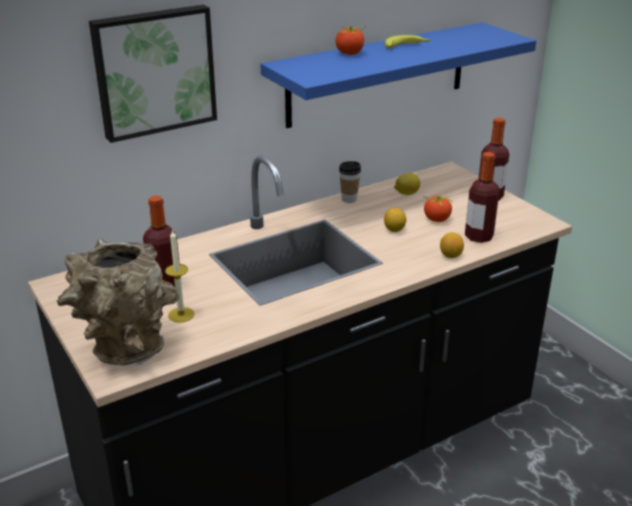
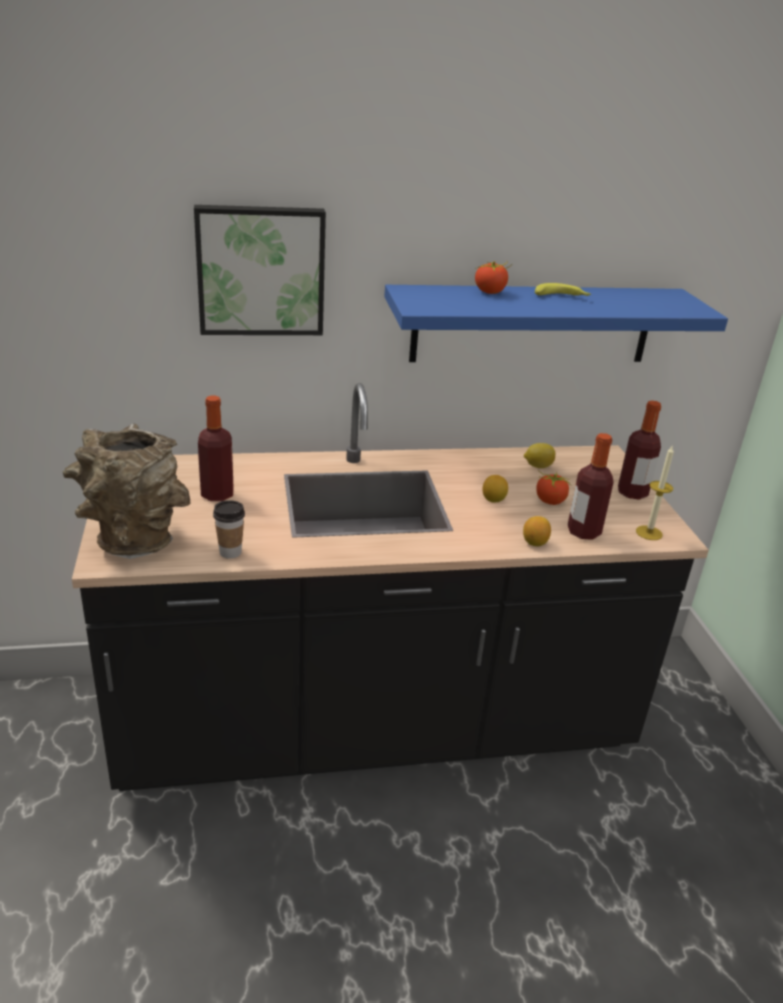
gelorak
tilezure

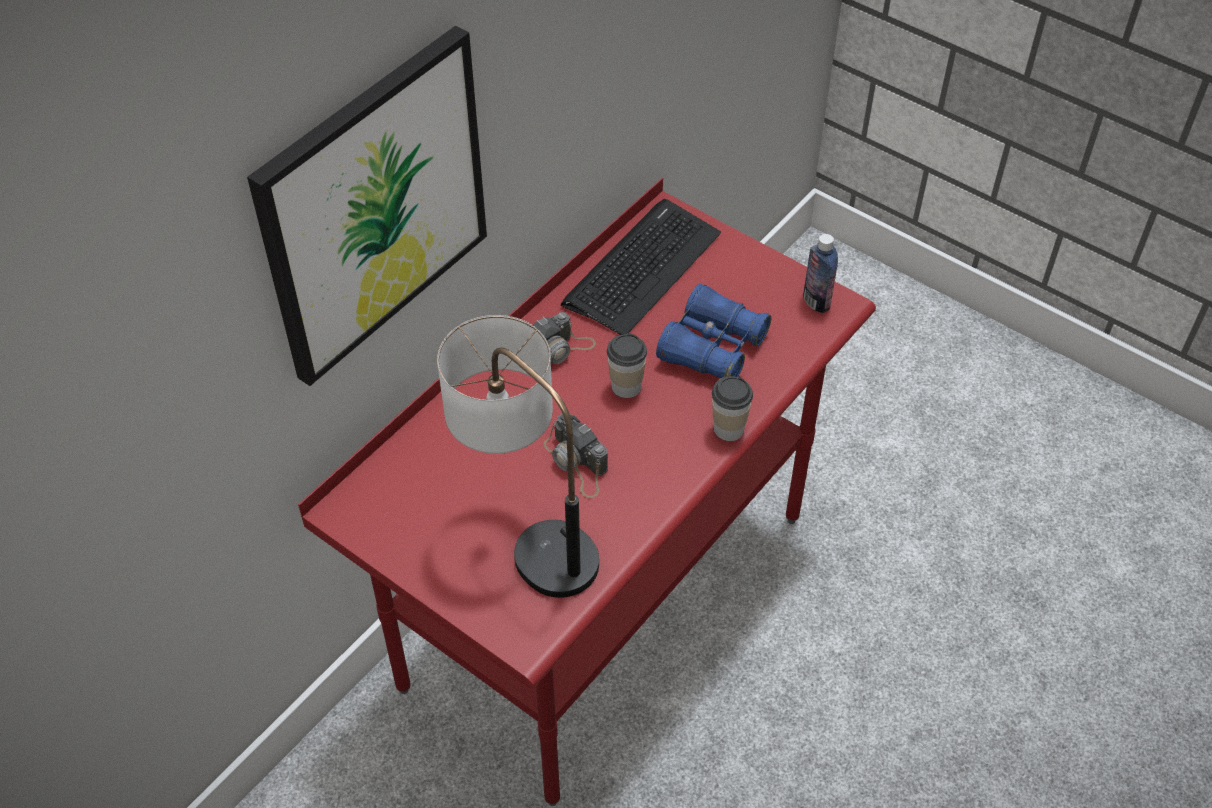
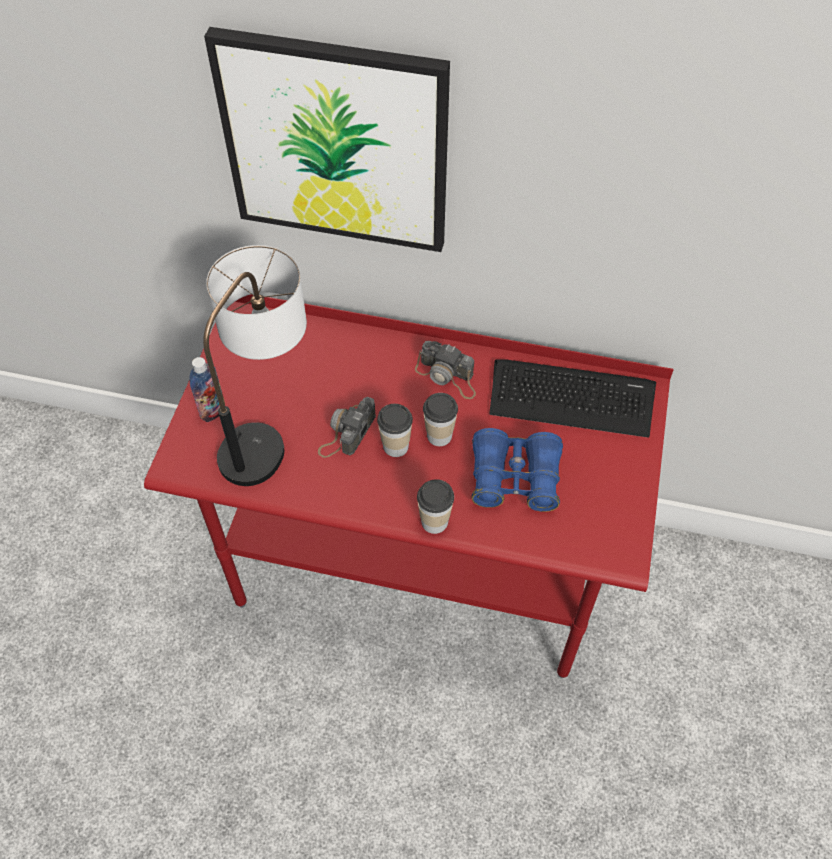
tilezure (no. 1 from left)
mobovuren

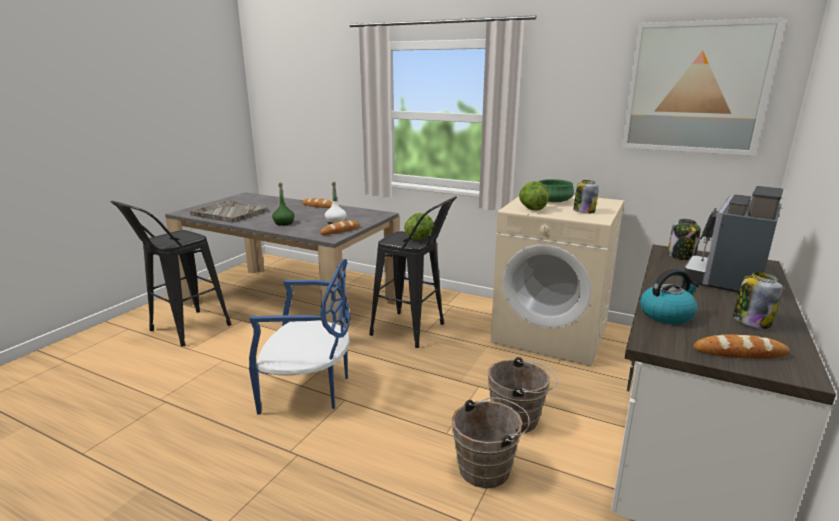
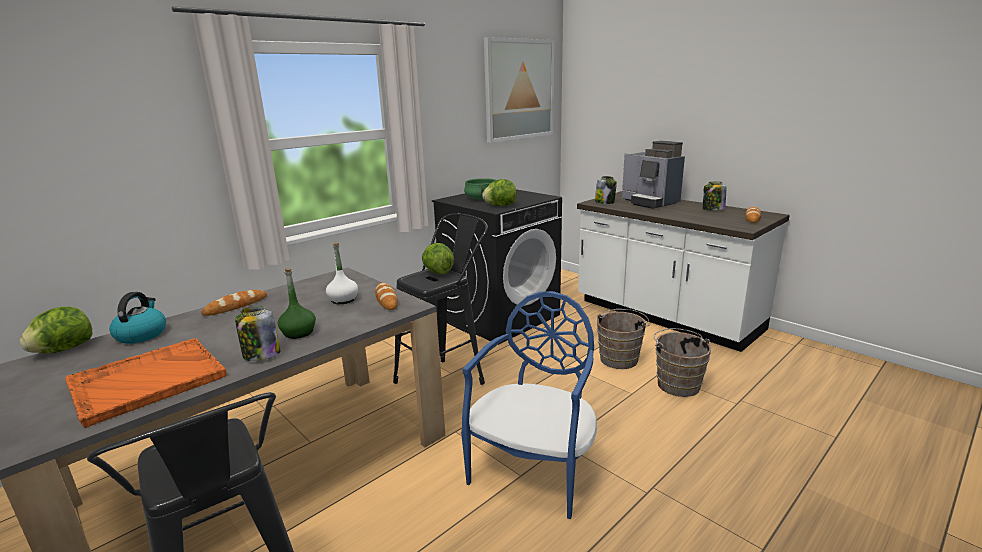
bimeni (no. 1 from left)
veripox (no. 1 from left)
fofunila
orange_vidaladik
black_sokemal

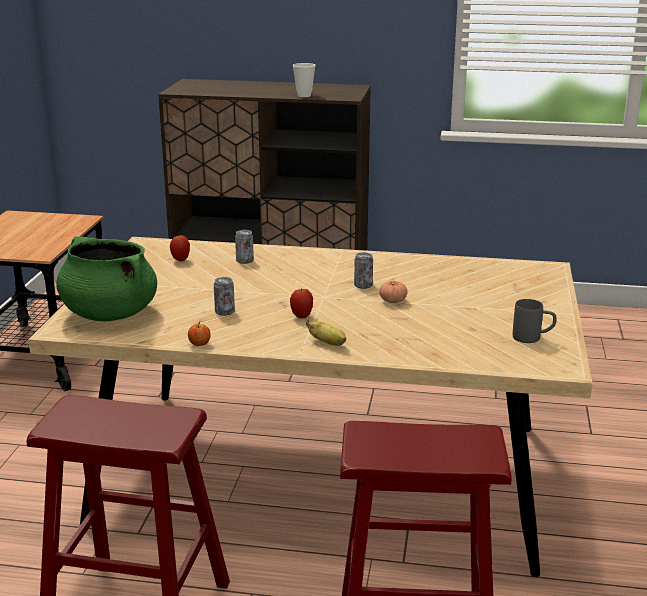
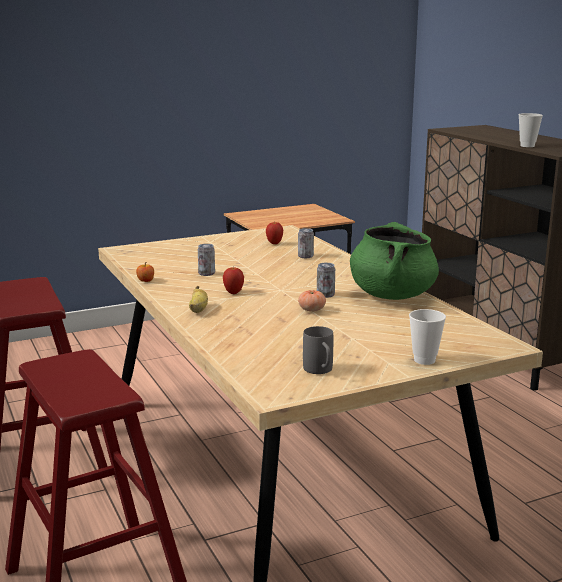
tilezure (no. 1 from left)
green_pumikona

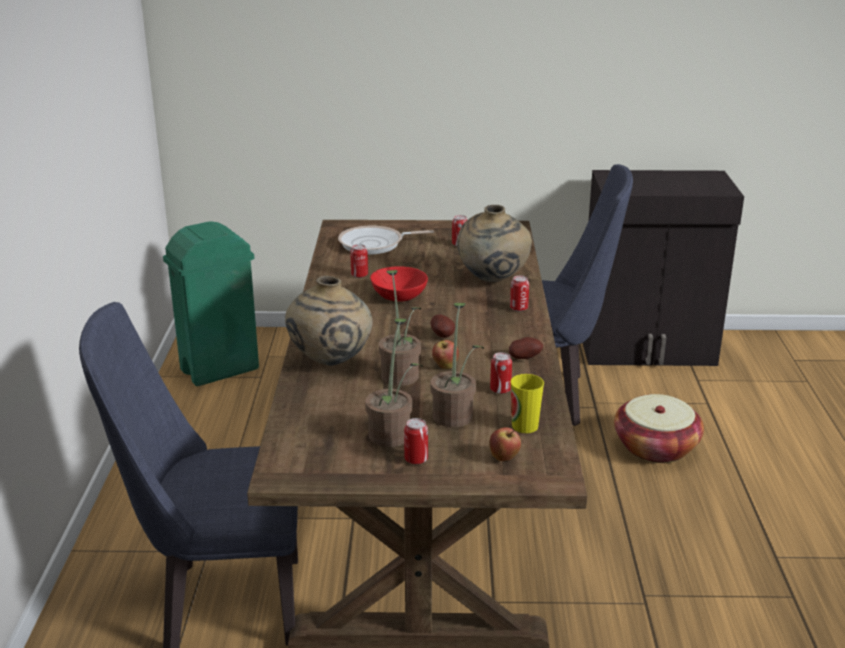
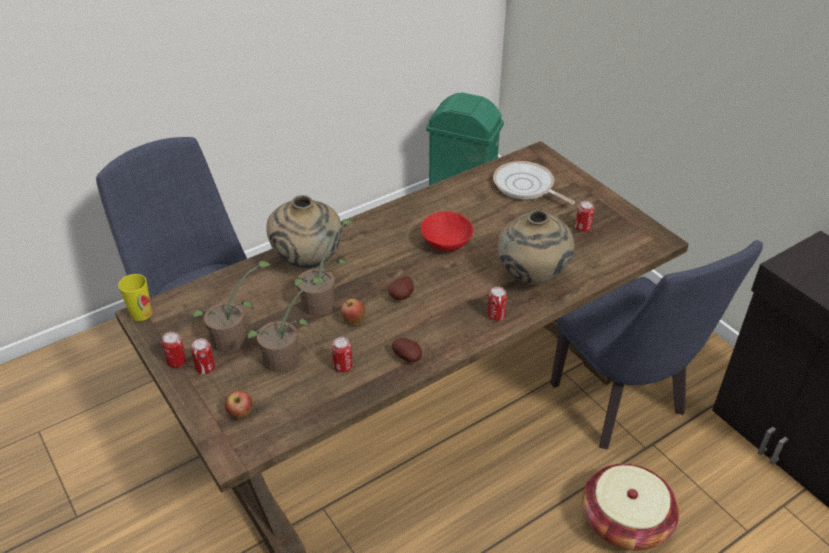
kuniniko (no. 1 from left)
tilezure

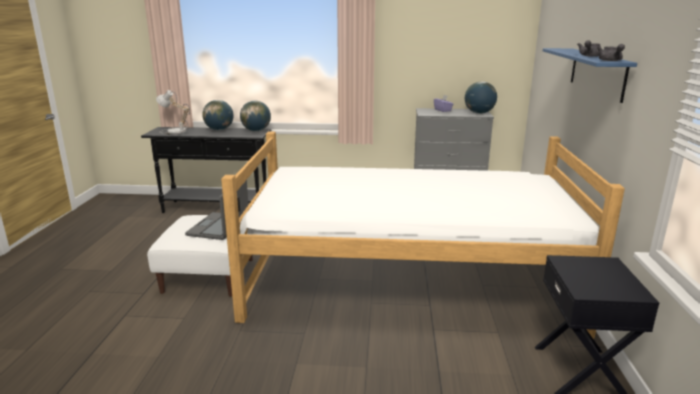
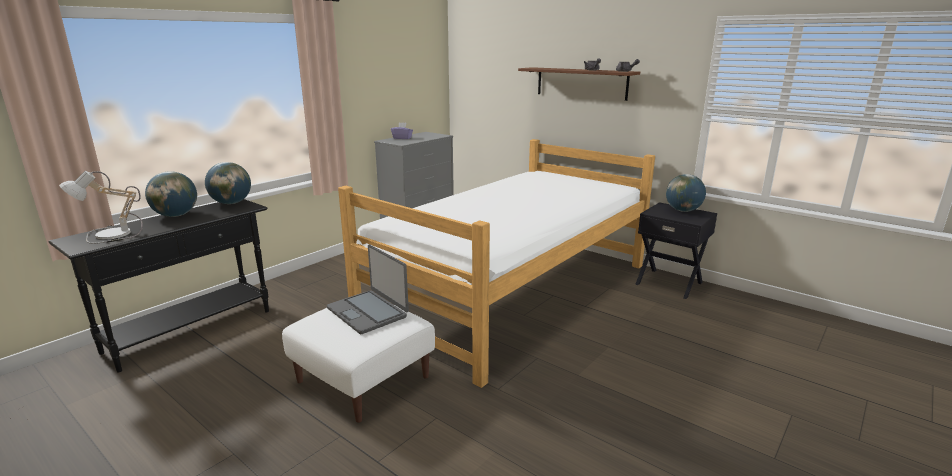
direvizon (no. 3 from left)
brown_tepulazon

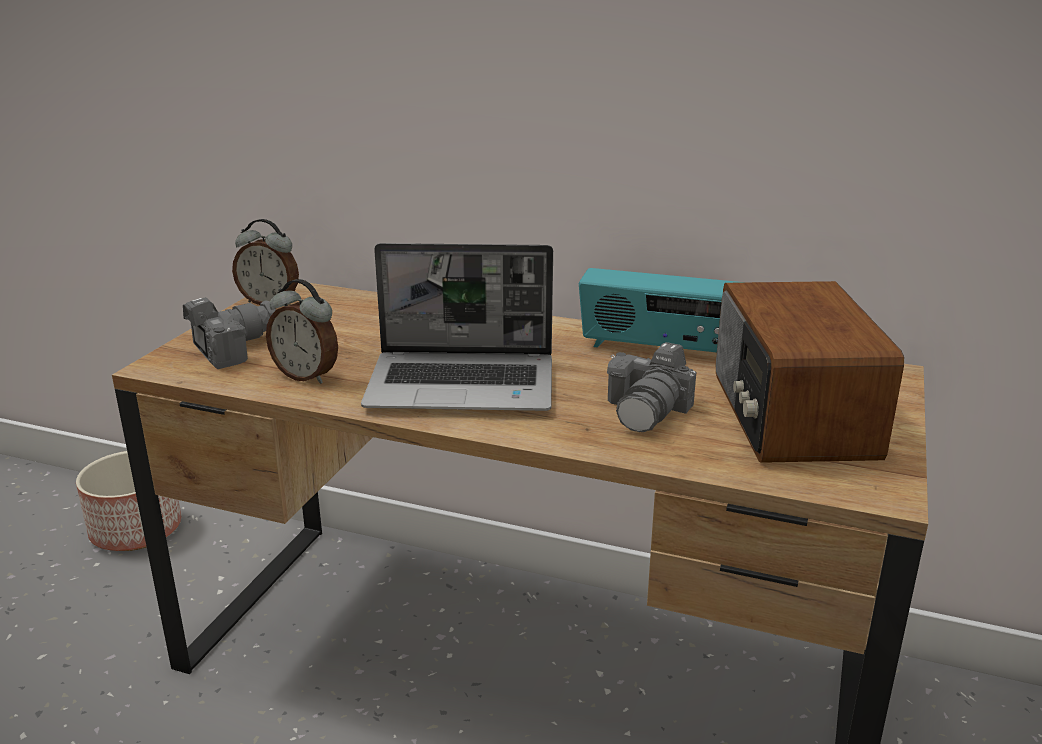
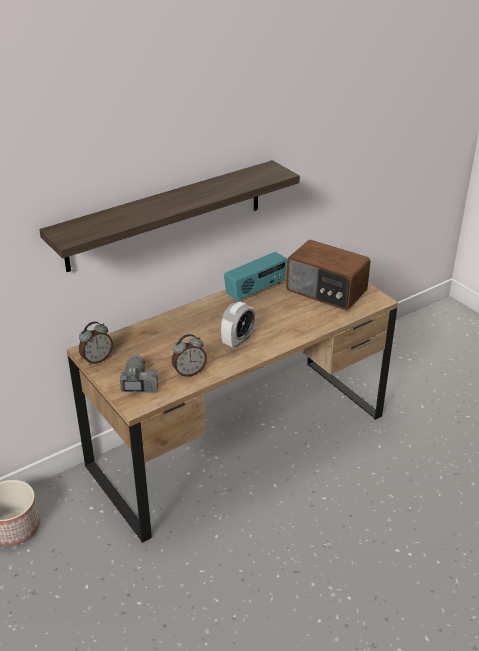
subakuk (no. 2 from left in the first image)
tepulazon
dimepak (no. 3 from left)

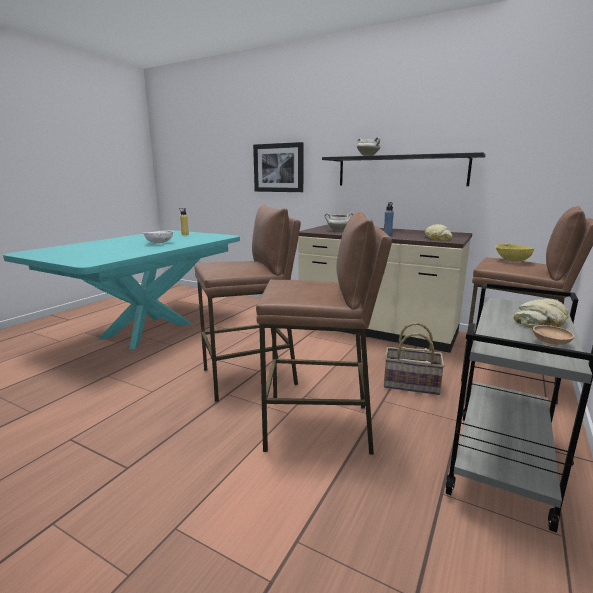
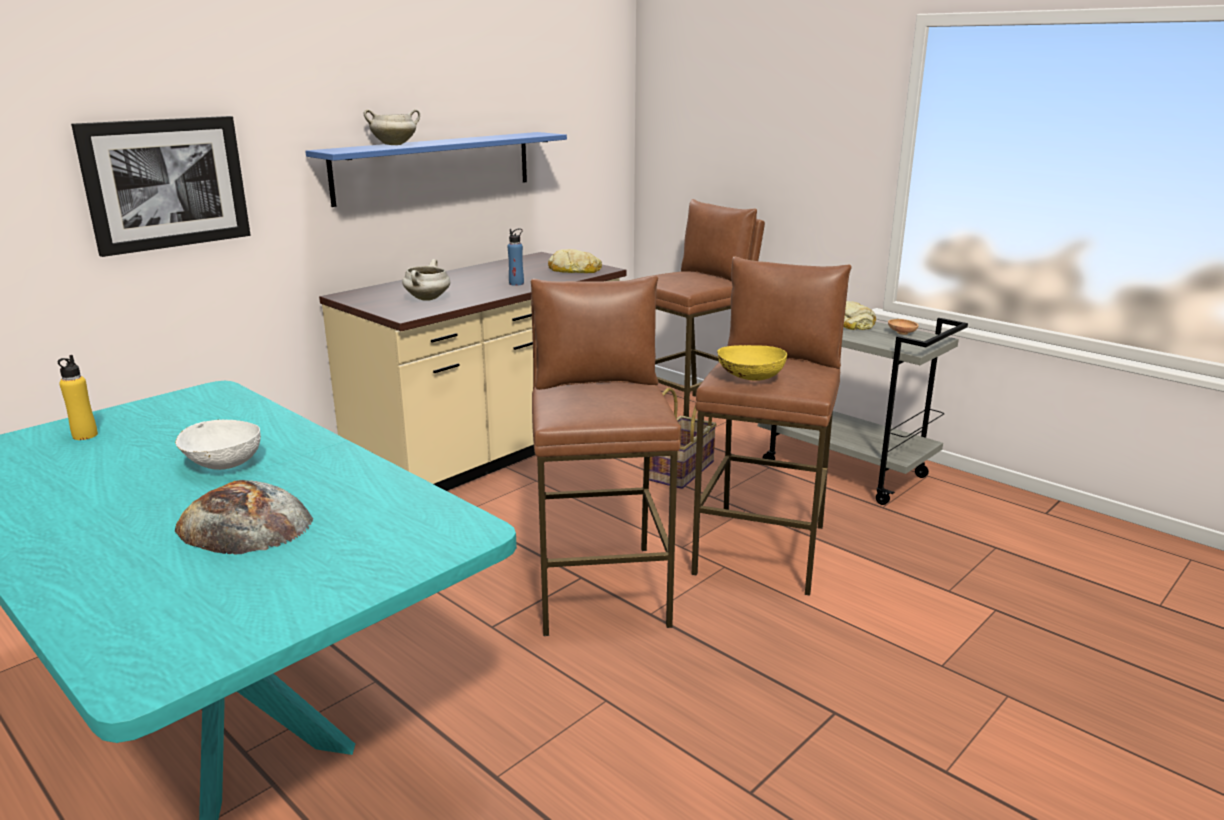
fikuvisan (no. 1 from left)
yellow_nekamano
blue_tepulazon

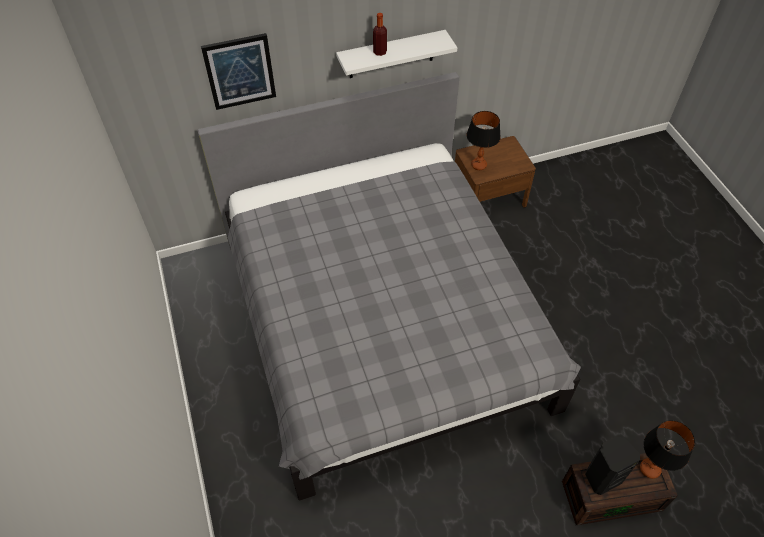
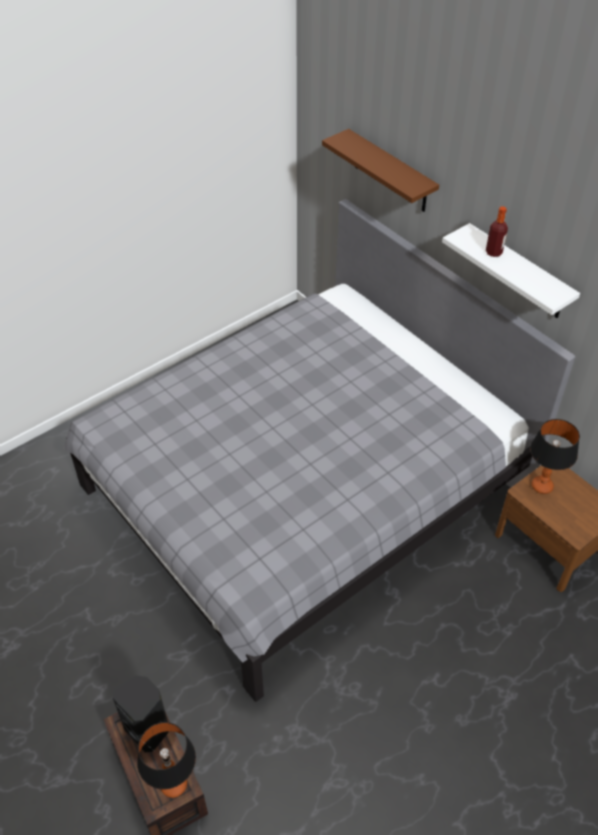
brown_tepulazon

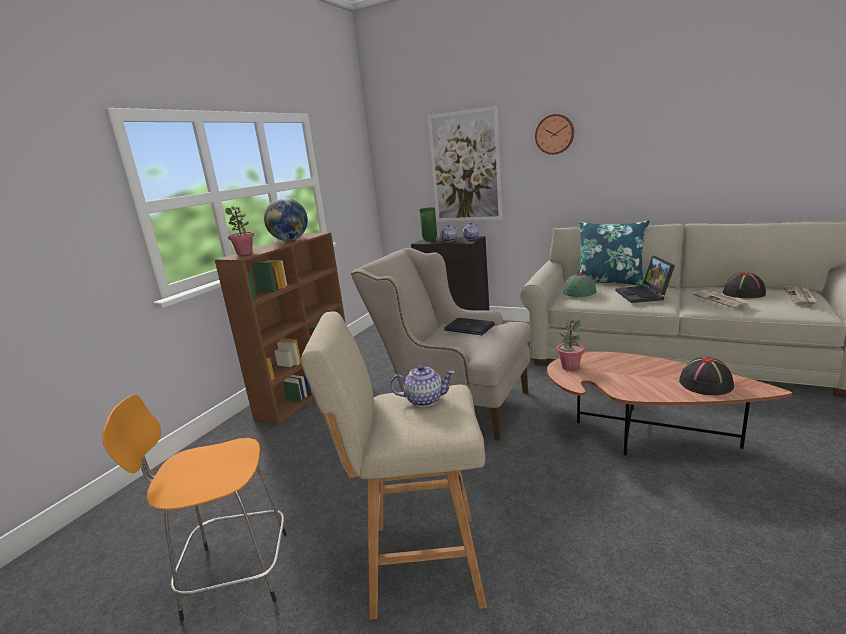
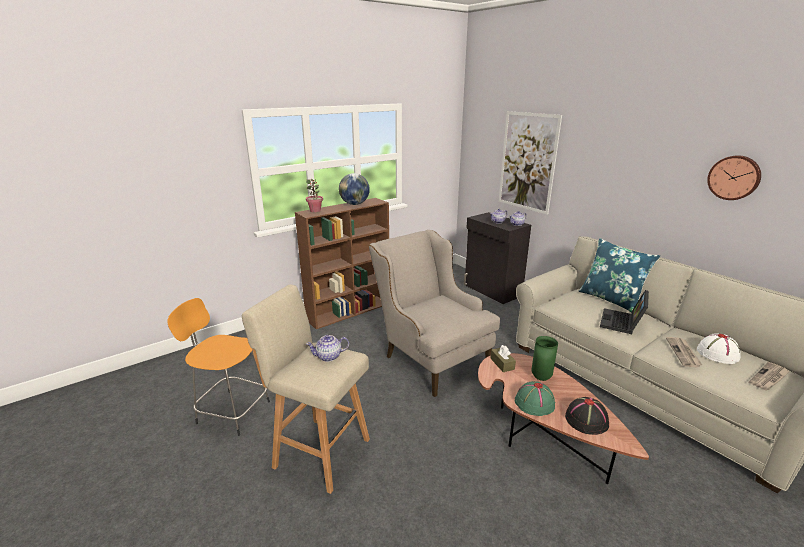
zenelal (no. 1 from left in the first image)
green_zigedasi
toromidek
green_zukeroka
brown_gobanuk
white_zukeroka
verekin (no. 1 from left)

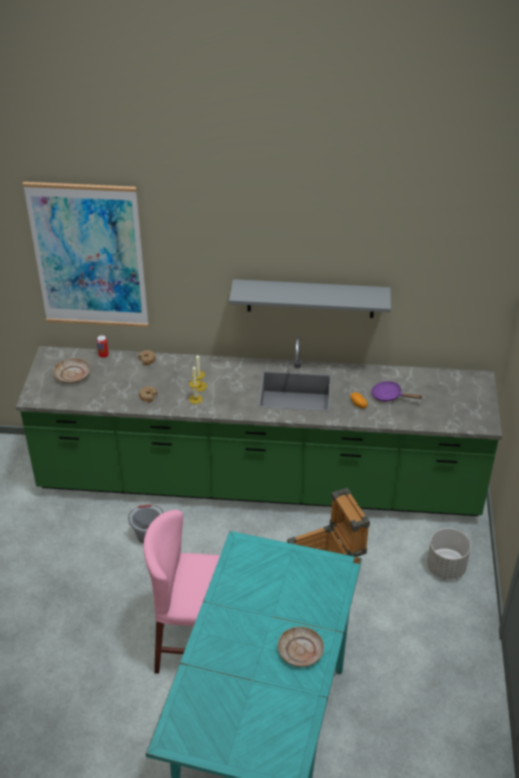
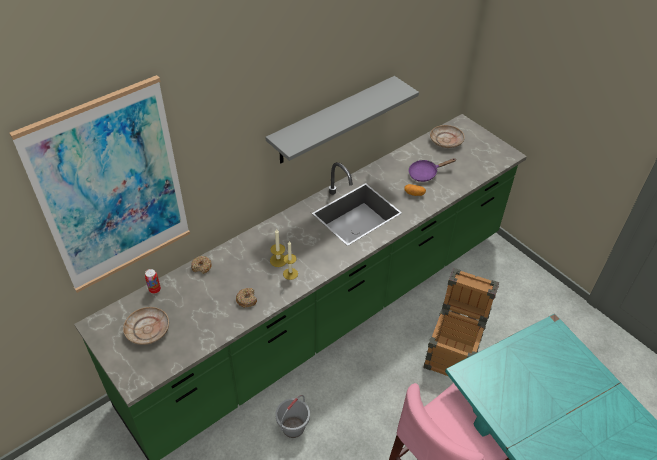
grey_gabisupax
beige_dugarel (no. 2 from left)

